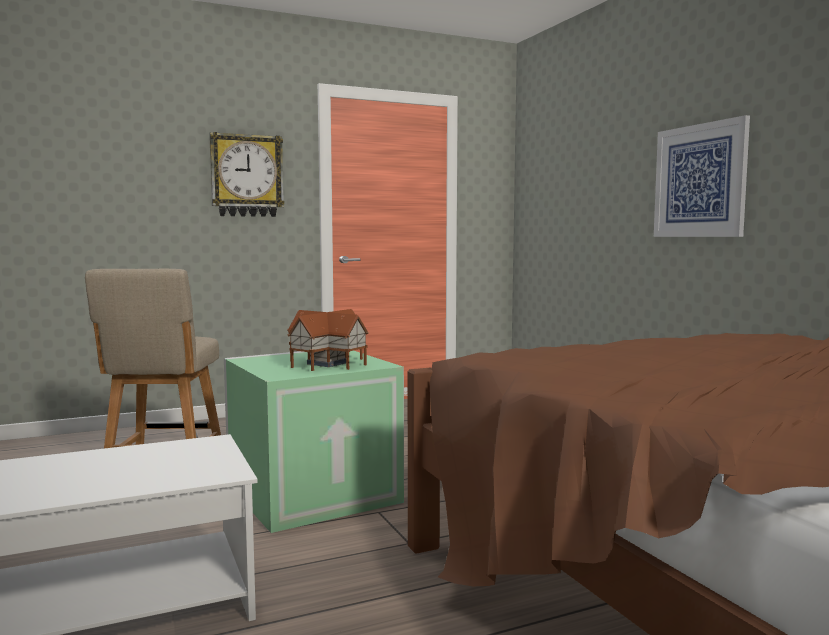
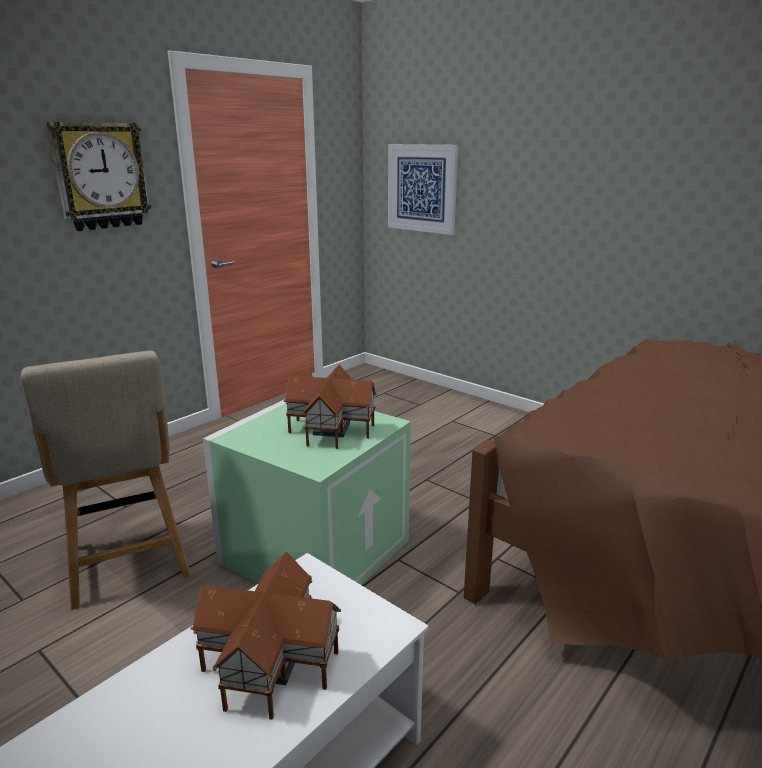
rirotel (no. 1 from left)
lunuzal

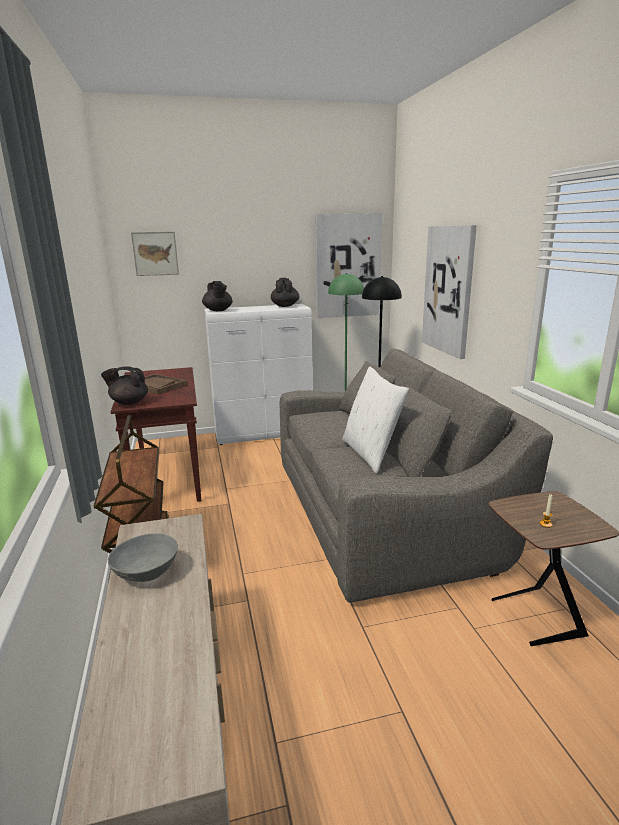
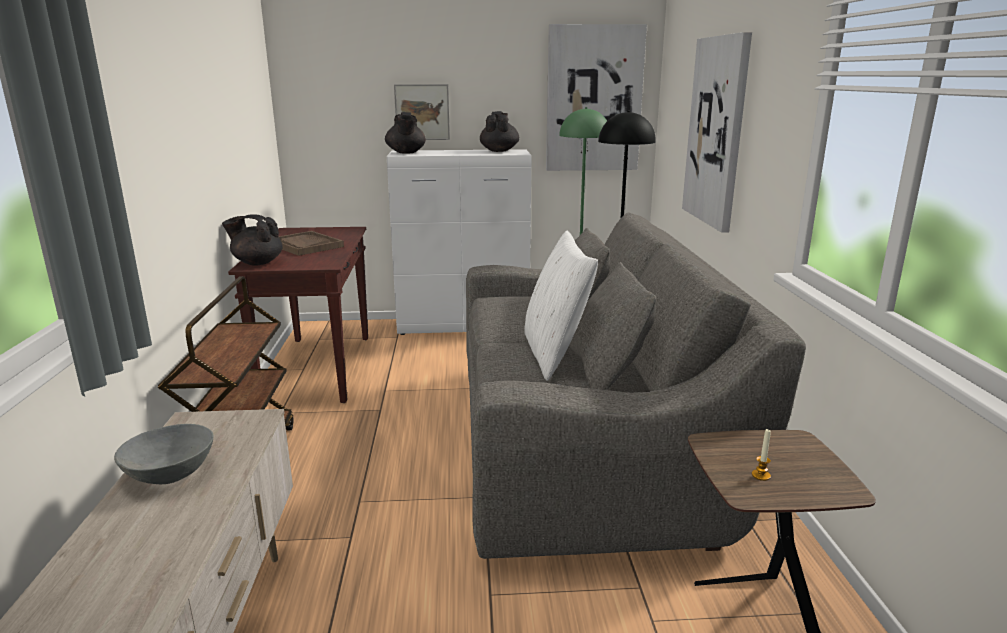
lunuzal (no. 1 from left)

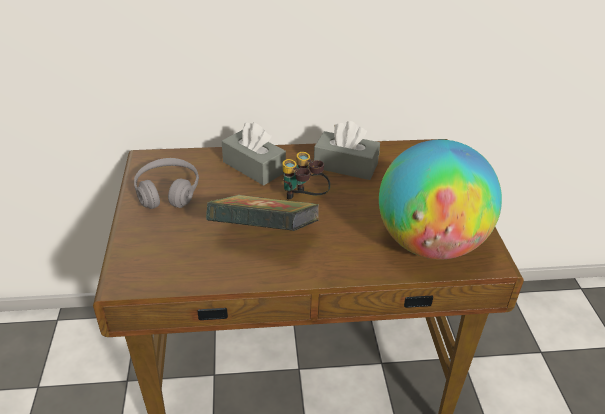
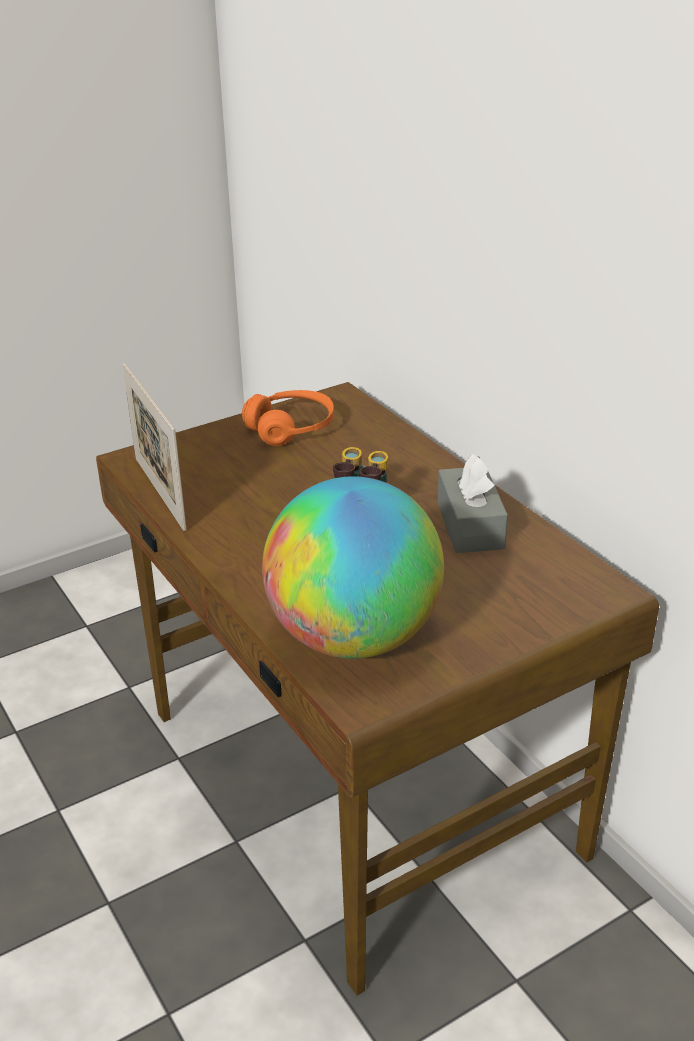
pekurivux
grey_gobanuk (no. 1 from left in the first image)
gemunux
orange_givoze

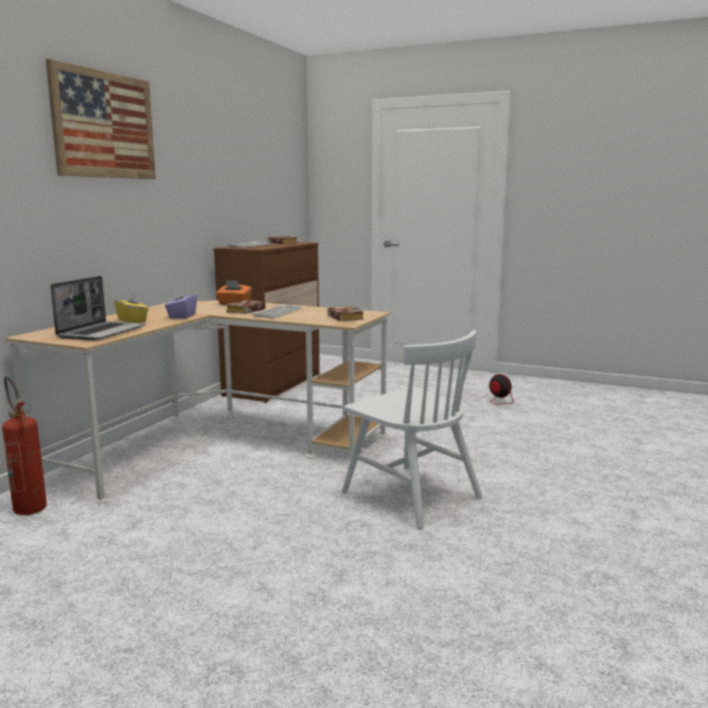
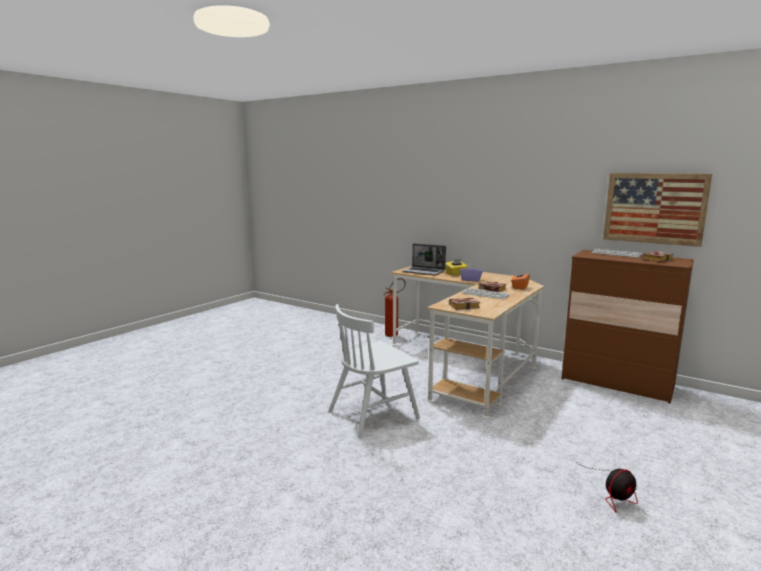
lunuzal

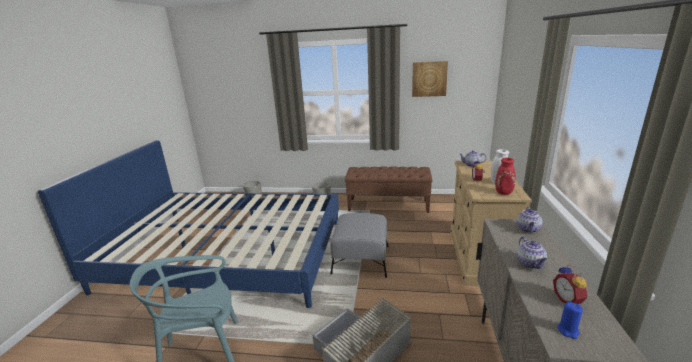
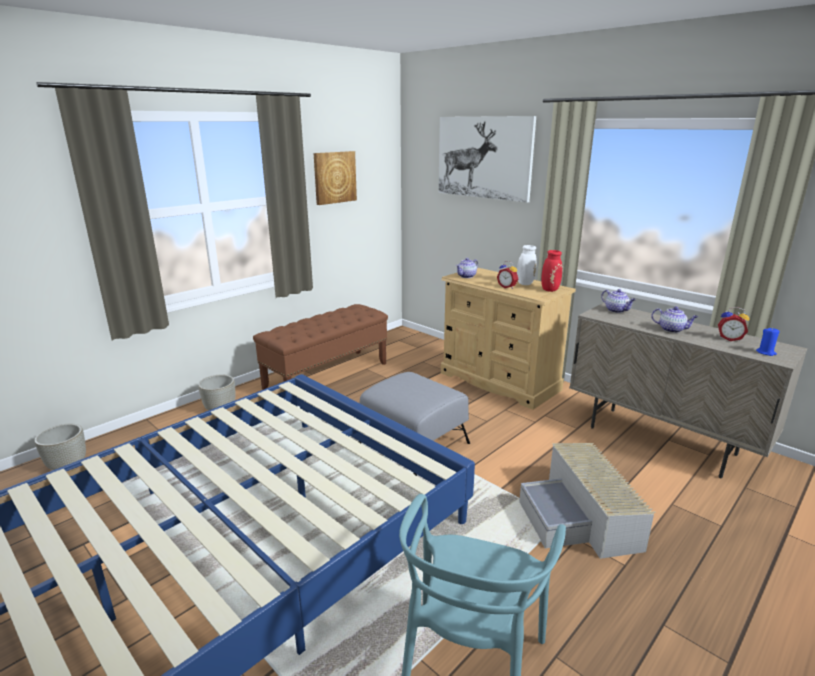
lunuzal (no. 2 from left)

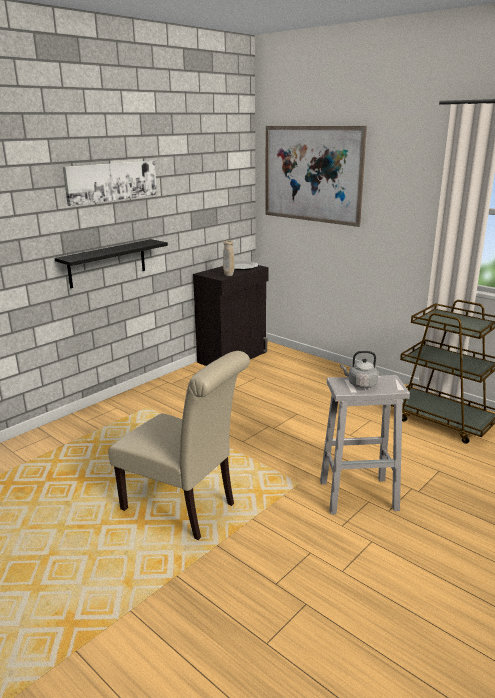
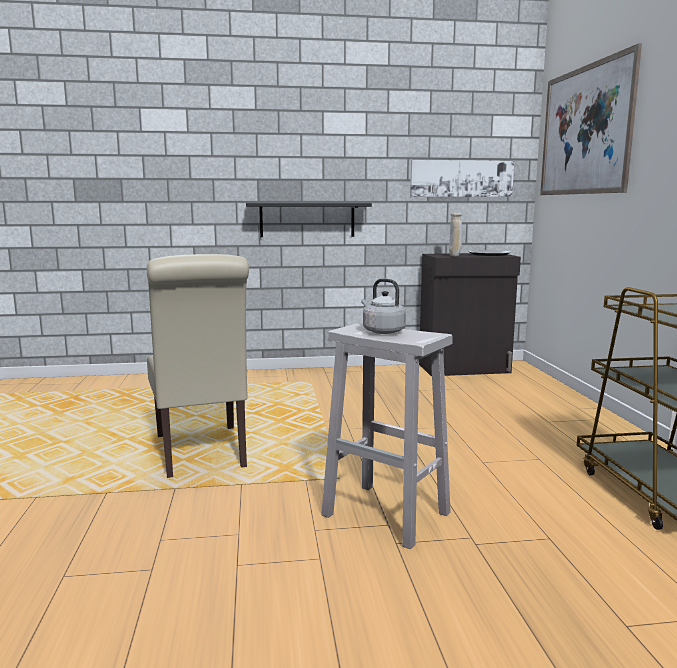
lunuzal (no. 1 from left)

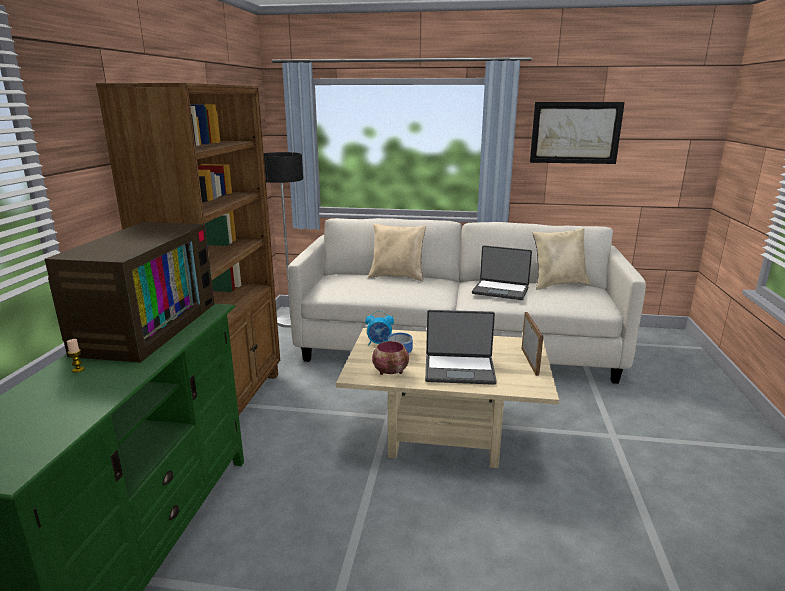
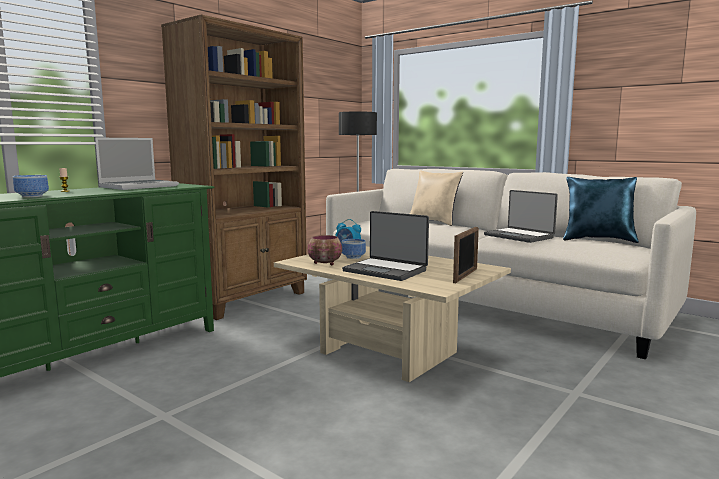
lunuzal
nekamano (no. 1 from left)
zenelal (no. 1 from left)
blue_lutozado

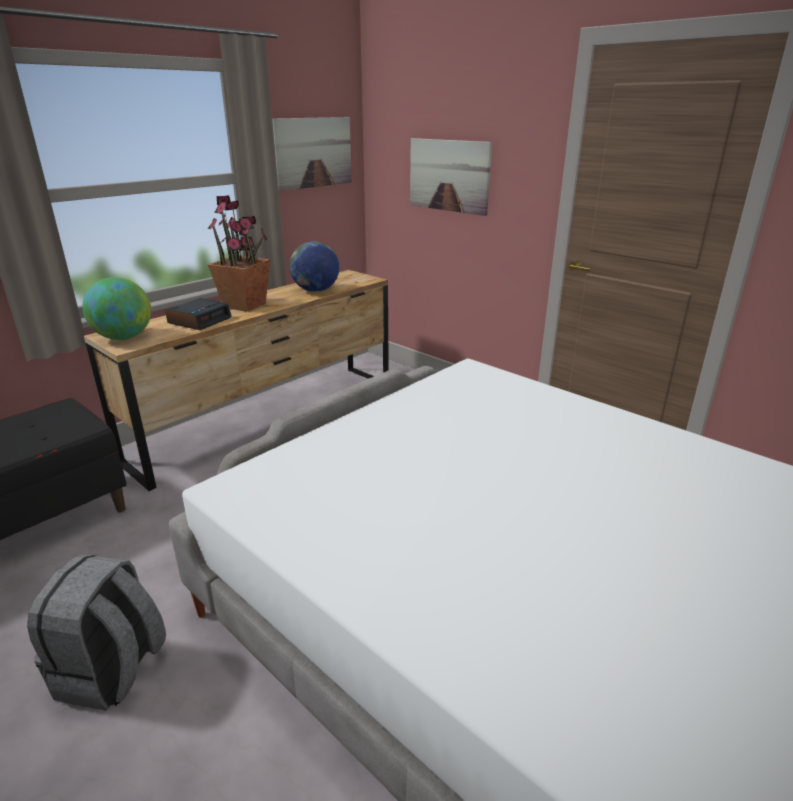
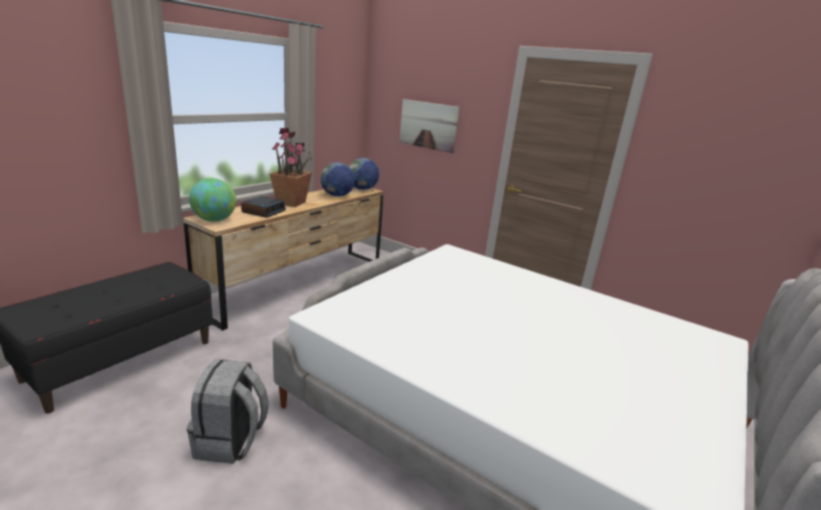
lunuzal (no. 1 from left in the first image)
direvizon (no. 3 from left)

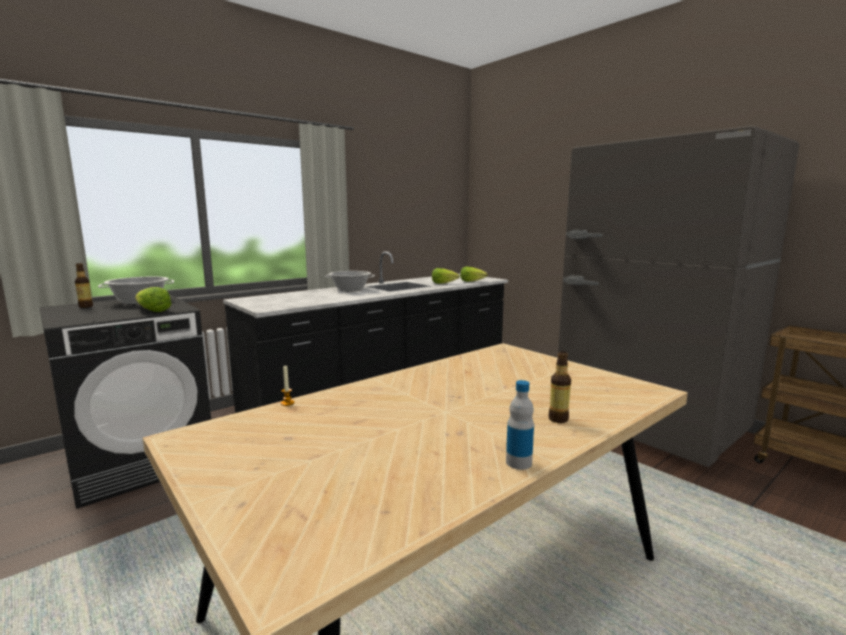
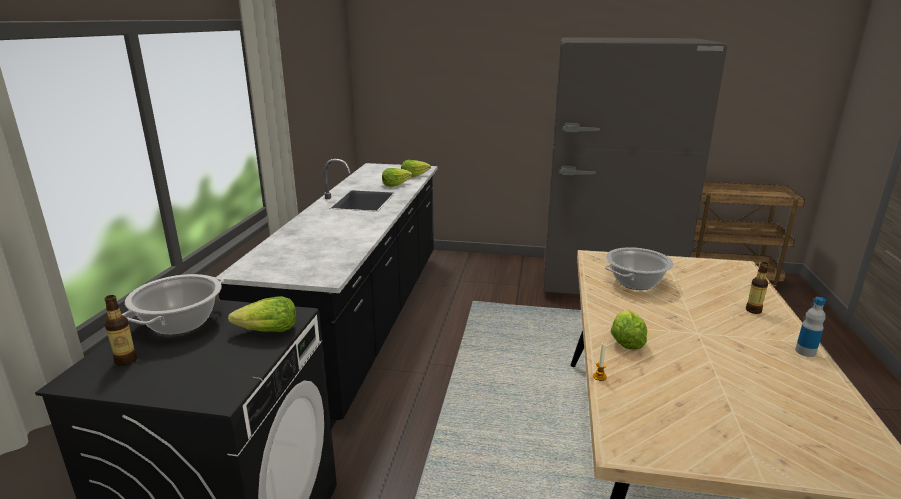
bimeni (no. 4 from left)
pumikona (no. 2 from left)

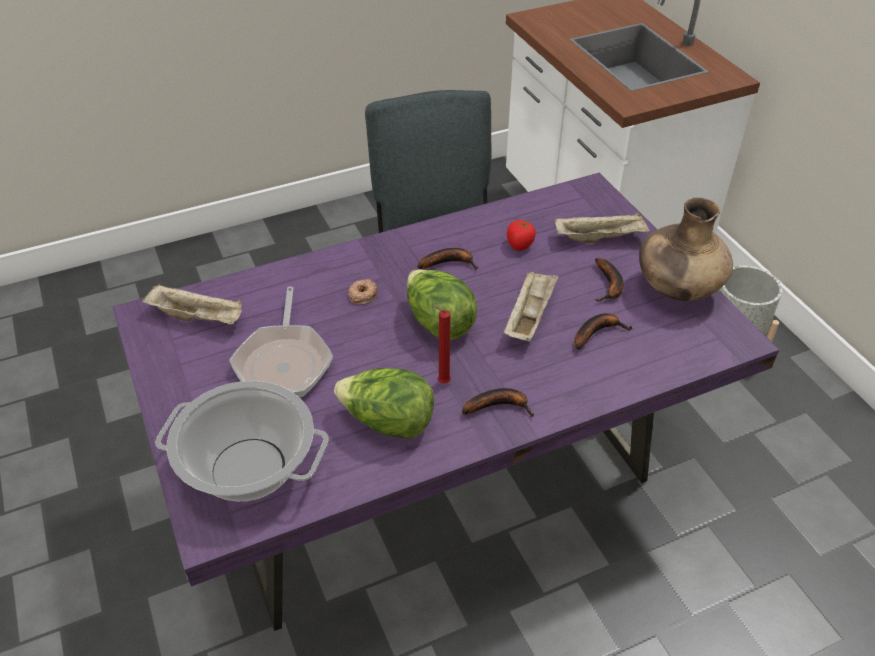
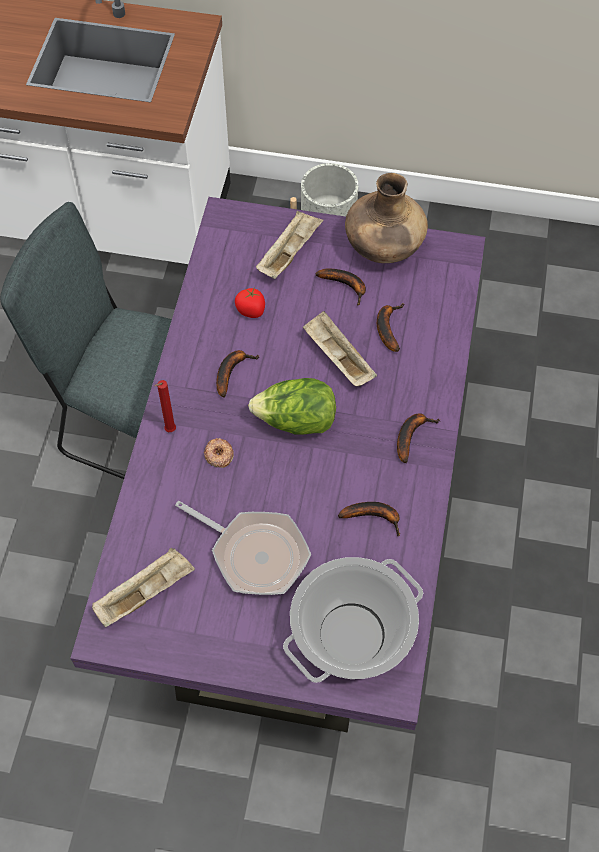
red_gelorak
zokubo (no. 3 from left)

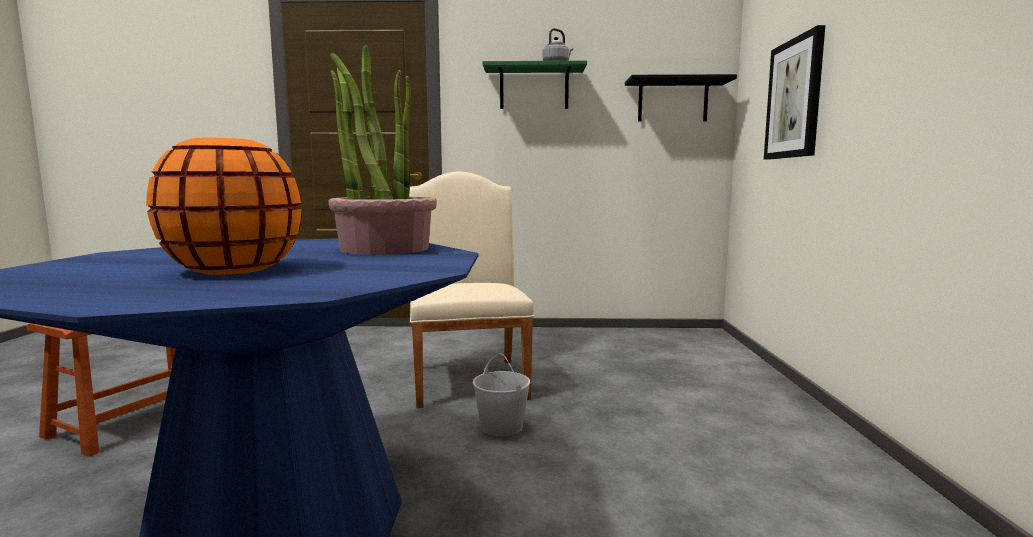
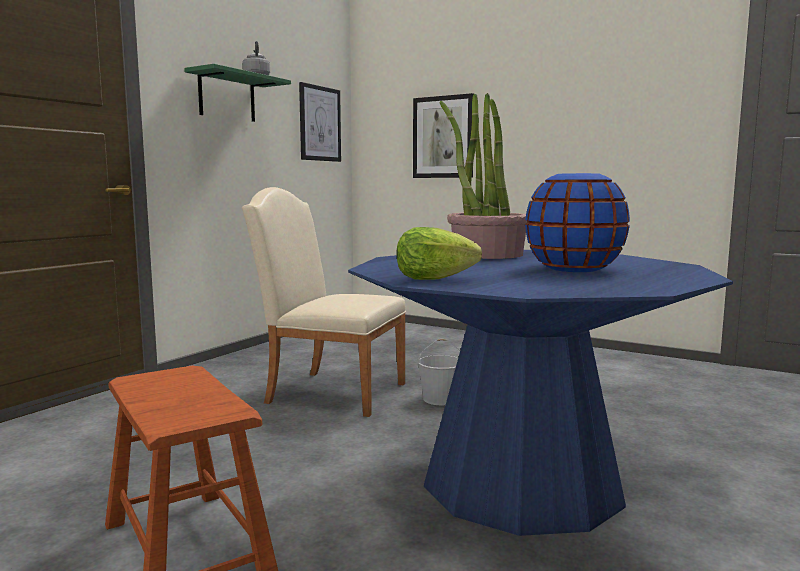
bimeni
lunuzal (no. 1 from left)
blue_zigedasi

